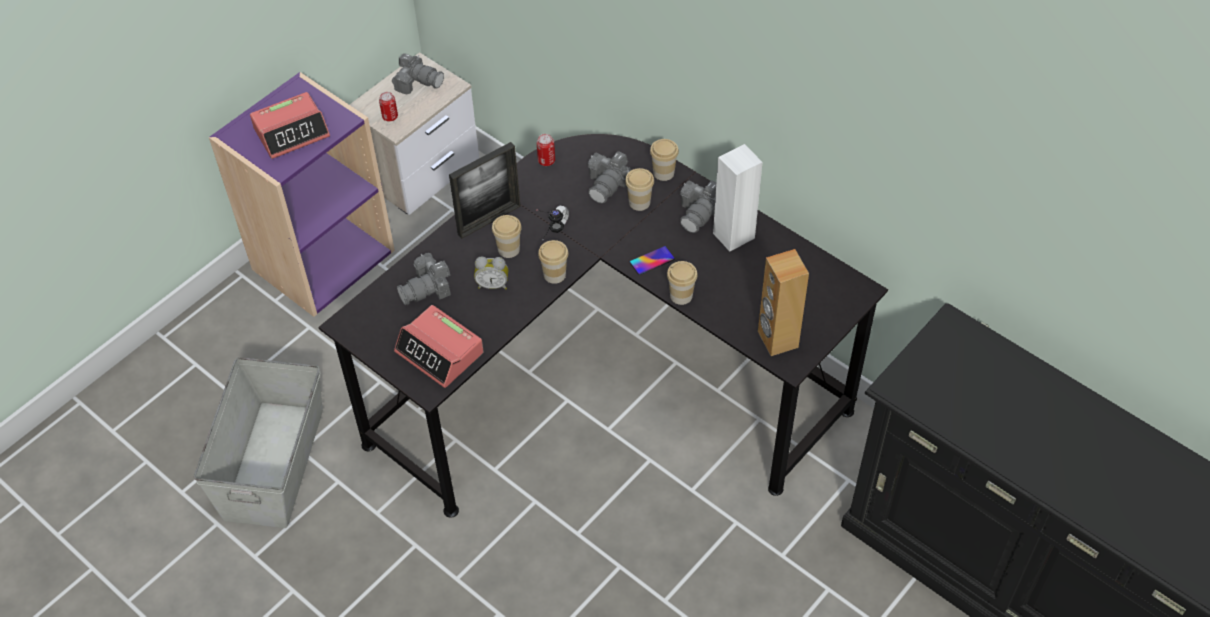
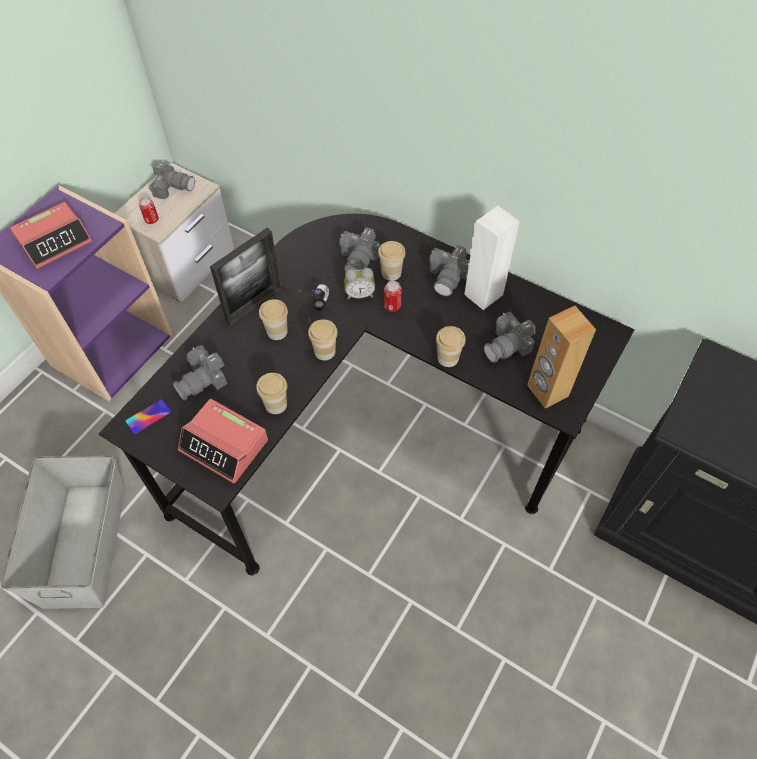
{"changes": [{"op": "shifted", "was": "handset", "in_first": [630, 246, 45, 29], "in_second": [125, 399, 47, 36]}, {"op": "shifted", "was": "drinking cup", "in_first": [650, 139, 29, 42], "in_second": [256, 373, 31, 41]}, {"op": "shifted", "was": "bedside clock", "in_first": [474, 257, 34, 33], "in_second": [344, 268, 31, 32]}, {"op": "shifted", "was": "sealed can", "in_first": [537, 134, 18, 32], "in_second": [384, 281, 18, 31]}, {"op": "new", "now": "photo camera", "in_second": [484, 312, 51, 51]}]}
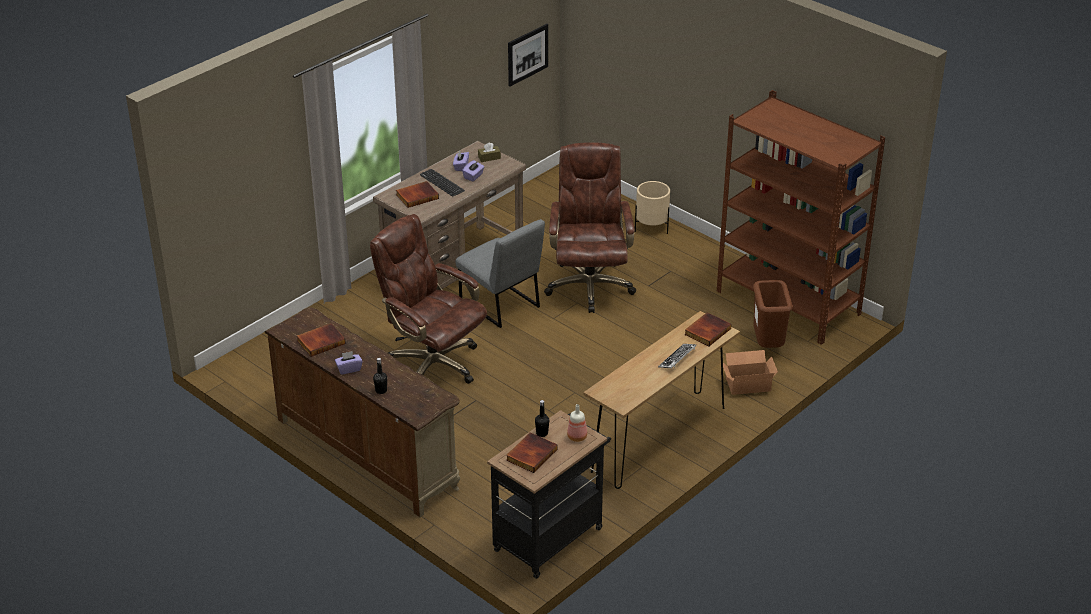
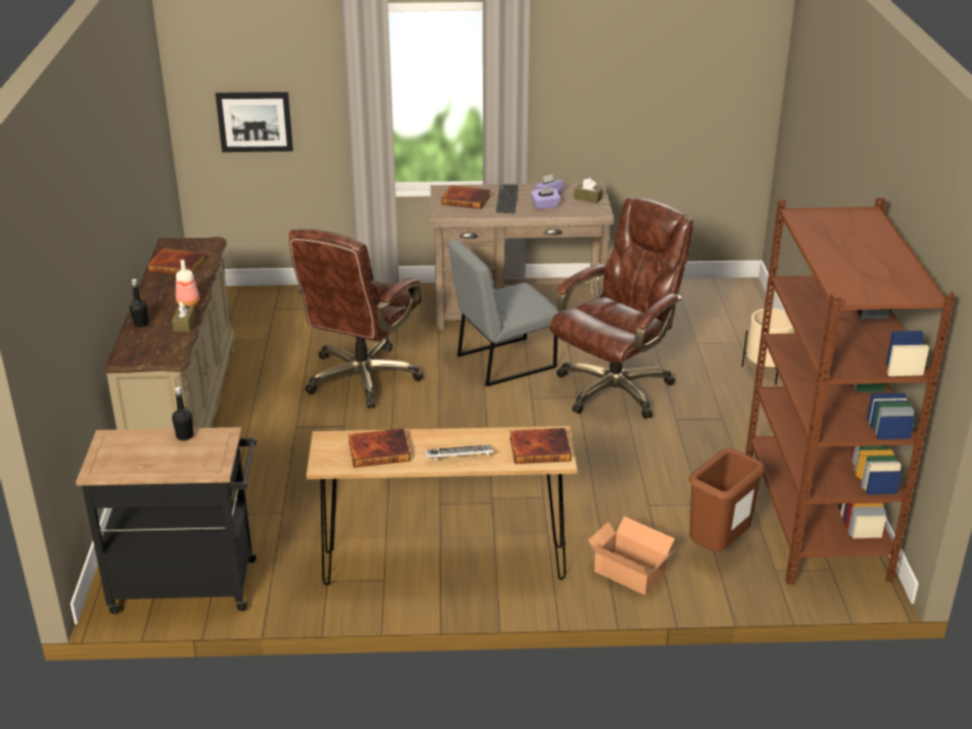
{"changes": [{"op": "new", "now": "tissue holder in brown", "in_second": [172, 301, 24, 31]}, {"op": "shifted", "was": "drink bottle", "in_first": [567, 404, 20, 38], "in_second": [176, 260, 24, 46]}, {"op": "shifted", "was": "picture", "in_first": [508, 24, 40, 62], "in_second": [215, 92, 78, 60]}, {"op": "rotated", "was": "desk chair in brown", "in_first": [370, 214, 117, 170], "in_second": [289, 229, 134, 179], "clockwise": -150}, {"op": "shifted", "was": "volume", "in_first": [506, 432, 52, 41], "in_second": [348, 428, 62, 40]}, {"op": "rotated", "was": "upright chair in grey", "in_first": [456, 219, 89, 109], "in_second": [448, 239, 111, 148], "clockwise": 60}, {"op": "gone", "was": "tissue holder in purple", "in_first": [335, 351, 28, 24]}]}
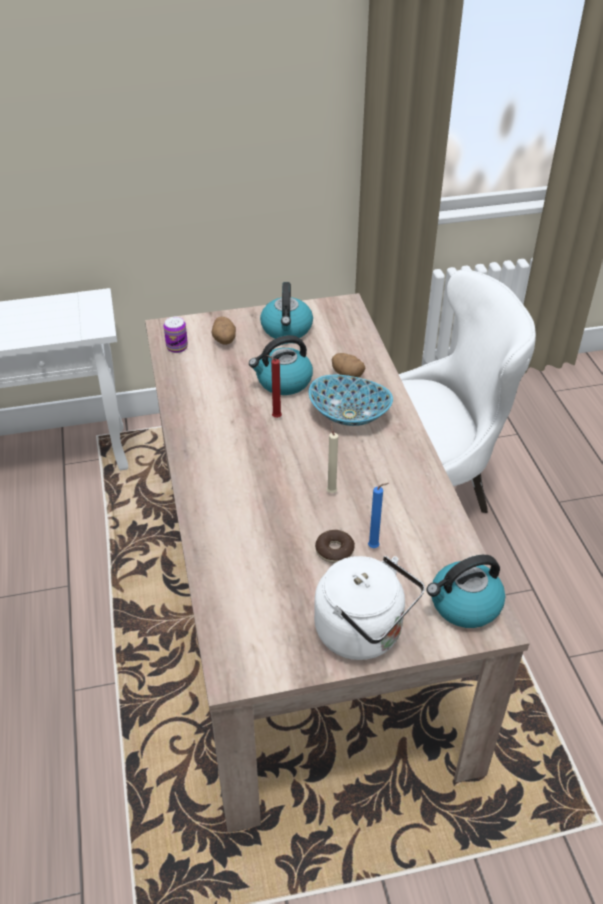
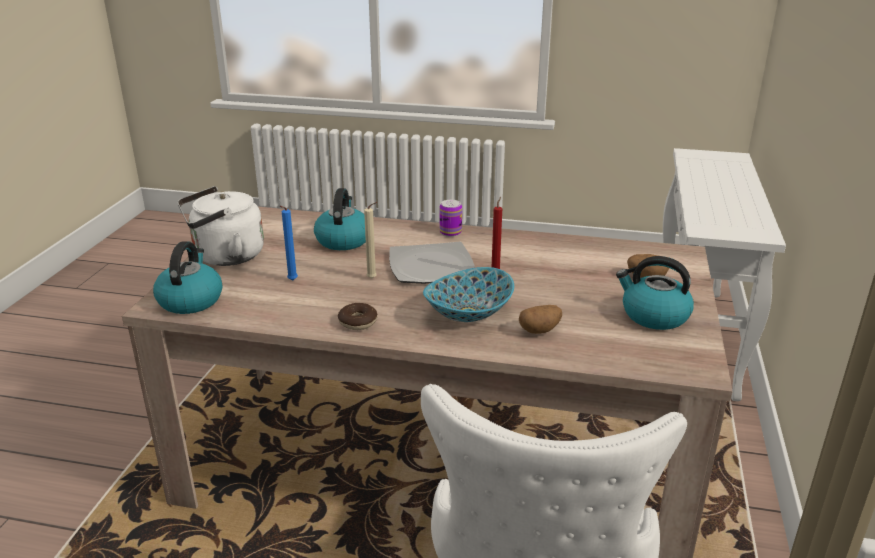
{"changes": [{"op": "shifted", "was": "water kettle", "in_first": [249, 335, 64, 60], "in_second": [314, 188, 52, 62]}, {"op": "shifted", "was": "ring doughnut", "in_first": [315, 530, 40, 33], "in_second": [338, 303, 39, 27]}, {"op": "new", "now": "dinner plate", "in_second": [389, 242, 86, 42]}, {"op": "shifted", "was": "sealed can", "in_first": [164, 317, 24, 36], "in_second": [440, 200, 22, 37]}]}
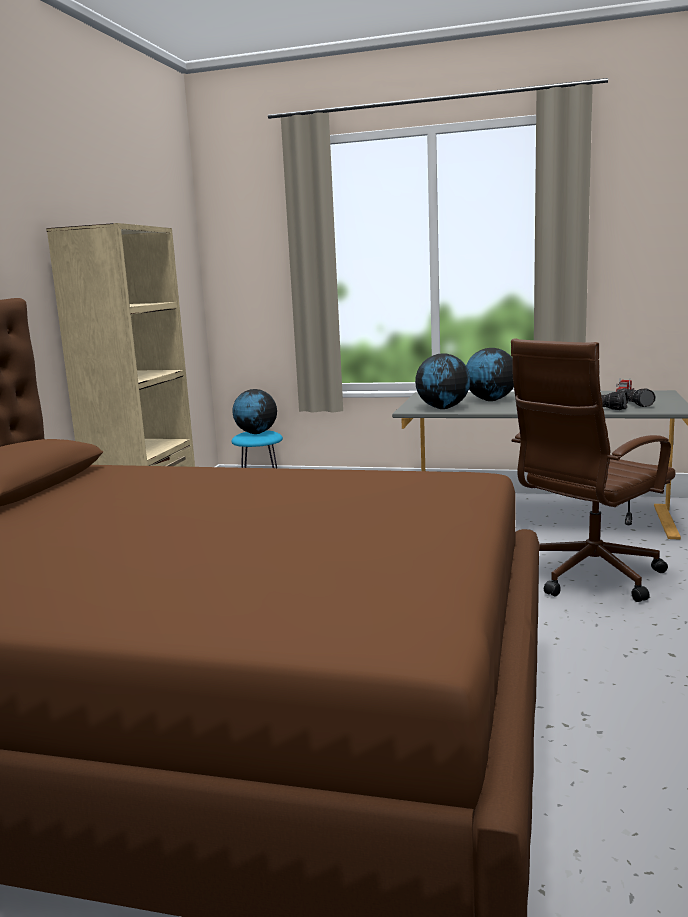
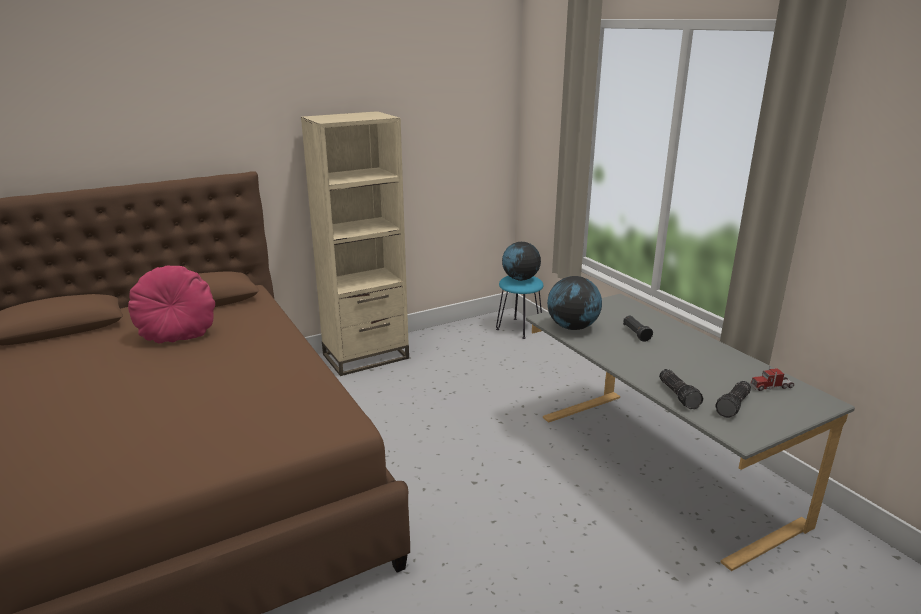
{"changes": [{"op": "new", "now": "pillow in pink-coloured", "in_second": [128, 265, 87, 78]}, {"op": "swapped", "was": "desk globe", "now": "hand torch in black-coloured", "in_first": [466, 348, 48, 53], "in_second": [623, 315, 30, 27]}, {"op": "gone", "was": "desk chair in brown", "in_first": [511, 339, 165, 263]}]}
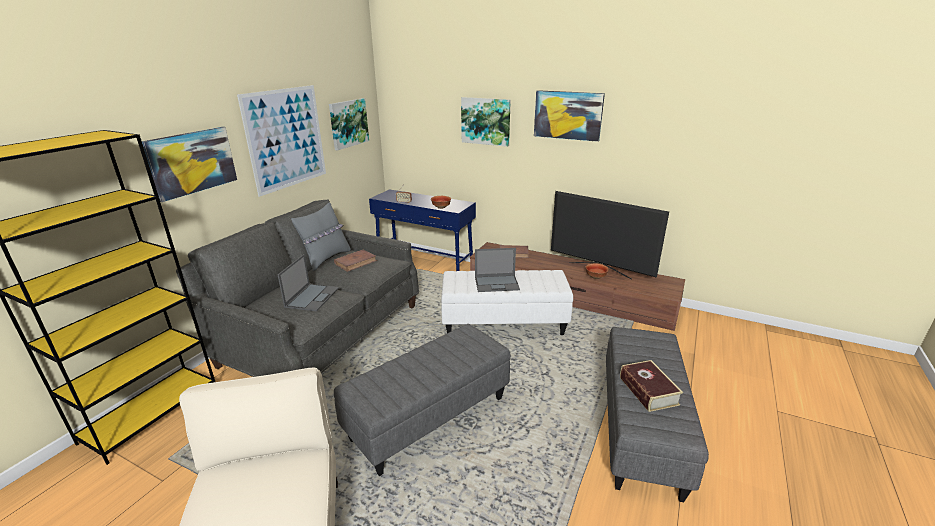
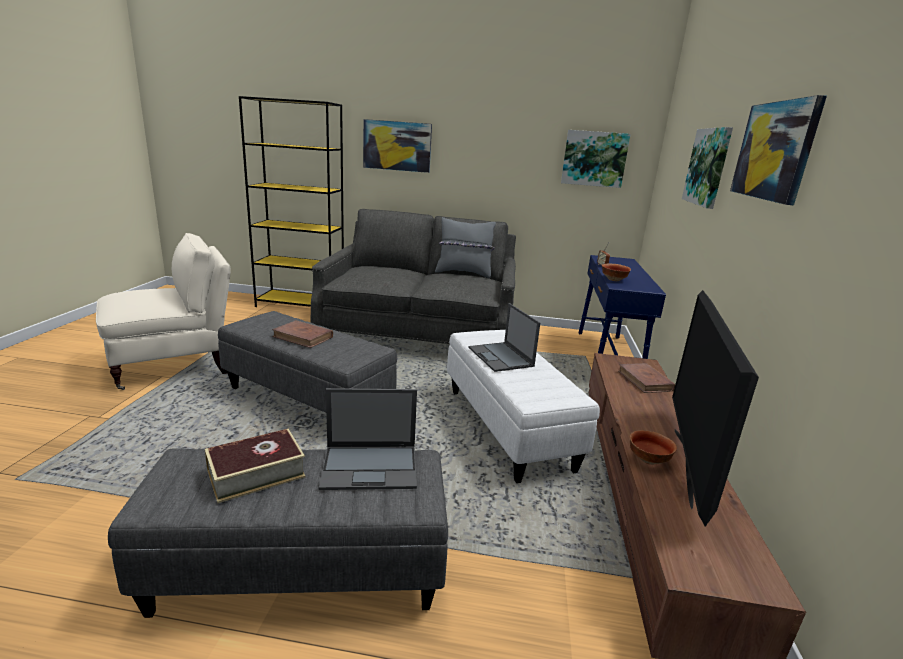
{"changes": [{"op": "shifted", "was": "volume in brown", "in_first": [334, 250, 43, 22], "in_second": [272, 320, 61, 28]}, {"op": "shifted", "was": "laptop", "in_first": [278, 254, 61, 57], "in_second": [319, 388, 98, 102]}, {"op": "gone", "was": "picture", "in_first": [237, 85, 89, 112]}]}
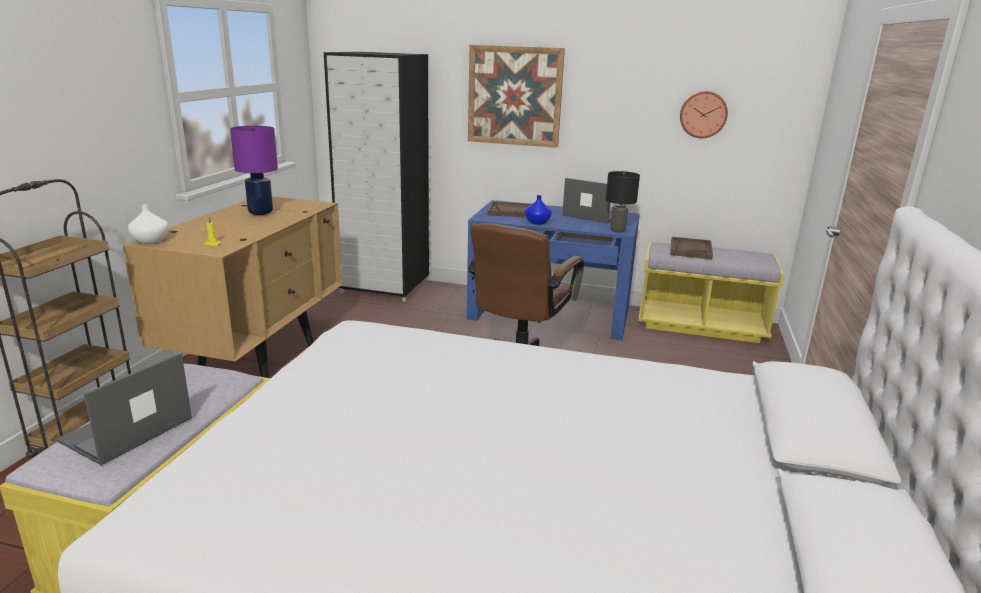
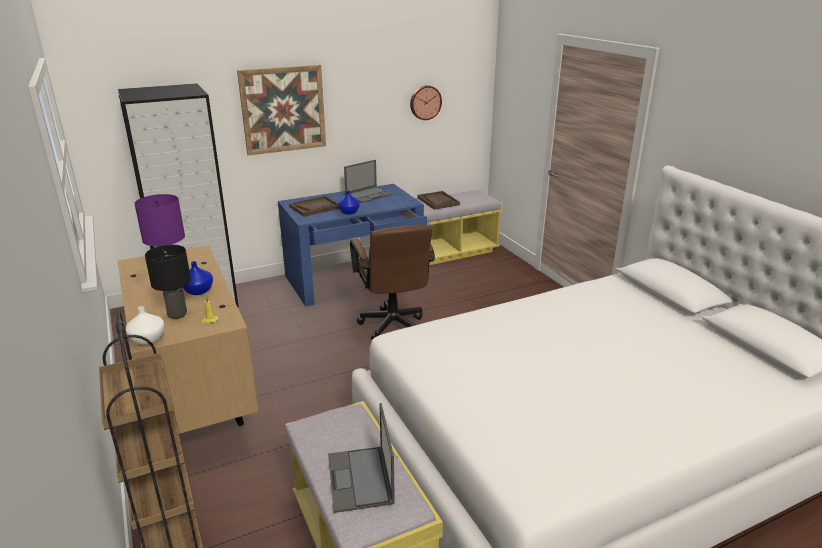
{"changes": [{"op": "shifted", "was": "table lamp in black-coloured", "in_first": [606, 171, 34, 62], "in_second": [145, 245, 46, 74]}, {"op": "new", "now": "flower vase in blue", "in_second": [183, 261, 30, 34]}, {"op": "rotated", "was": "laptop", "in_first": [562, 178, 50, 45], "in_second": [344, 160, 49, 43], "clockwise": 150}]}
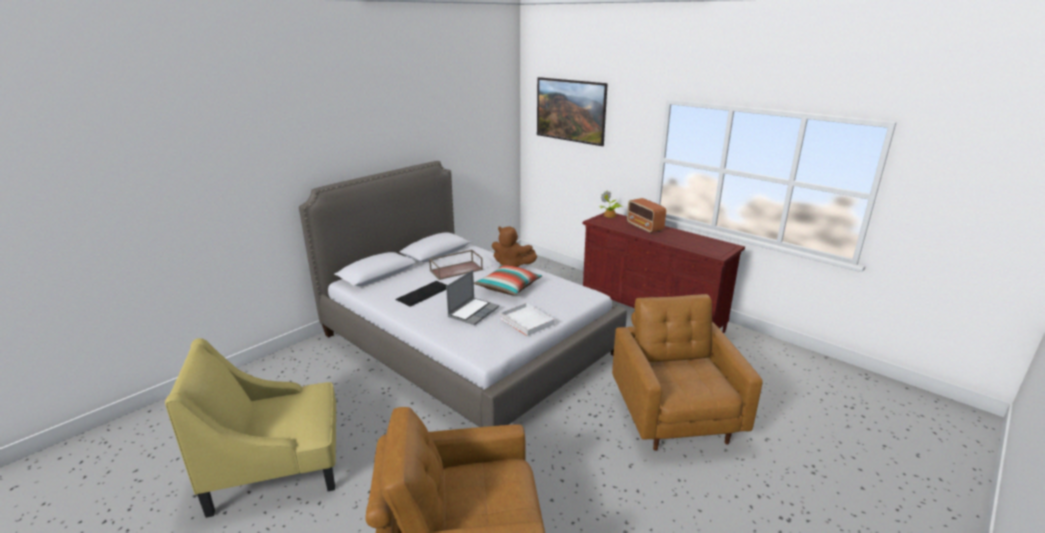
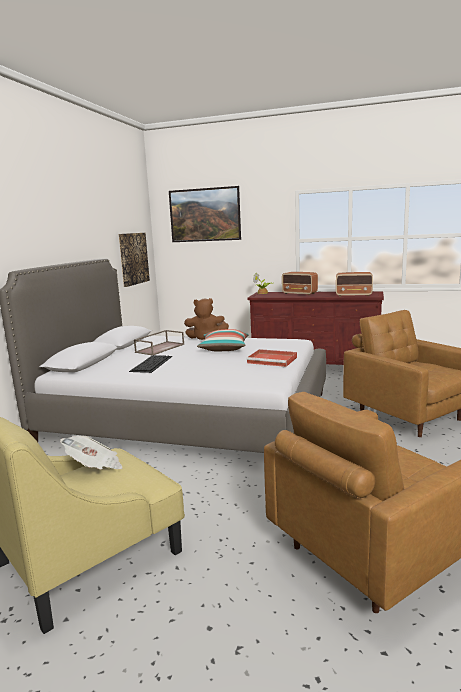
{"changes": [{"op": "new", "now": "daily paper", "in_second": [60, 436, 63, 33]}, {"op": "new", "now": "picture", "in_second": [119, 233, 31, 54]}, {"op": "repainted", "was": "serving tray in white-coloured", "now": "serving tray in reddish", "in_first": [499, 303, 56, 33], "in_second": [246, 349, 51, 18]}, {"op": "new", "now": "radio set", "in_second": [336, 272, 37, 24]}, {"op": "gone", "was": "laptop", "in_first": [446, 270, 53, 55]}]}
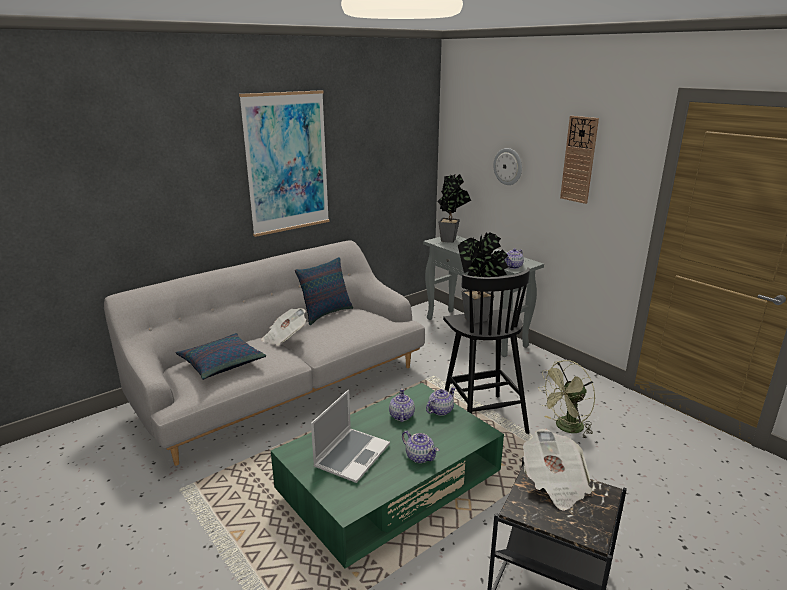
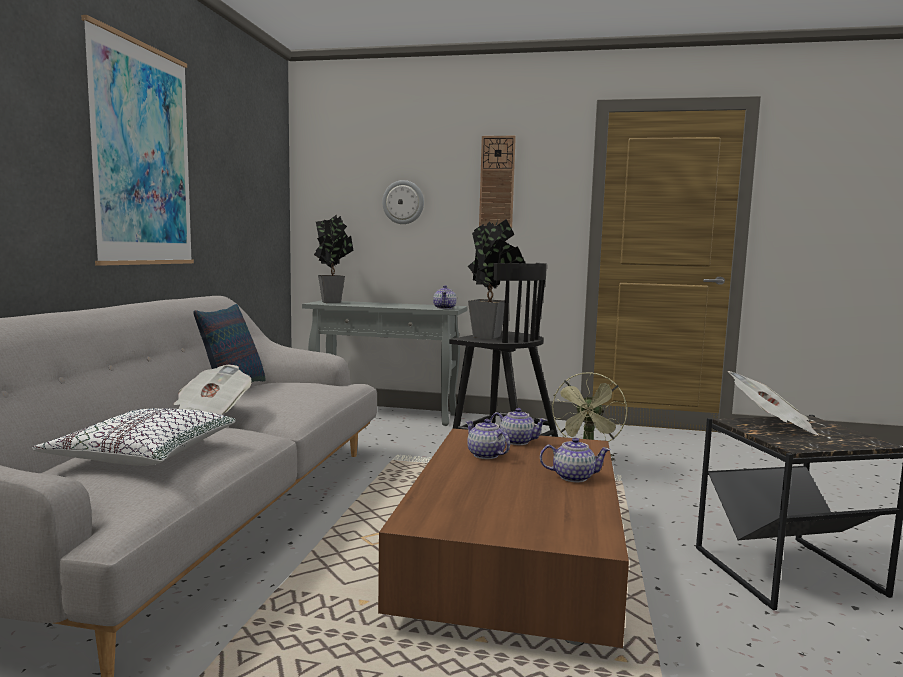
{"changes": [{"op": "repainted", "was": "pillow in blue", "now": "pillow in white-coloured", "in_first": [176, 333, 90, 47], "in_second": [32, 408, 204, 58]}, {"op": "repainted", "was": "coffee table in green-coloured", "now": "coffee table in brown", "in_first": [271, 383, 233, 186], "in_second": [378, 428, 251, 220]}, {"op": "rotated", "was": "teapot", "in_first": [426, 387, 30, 29], "in_second": [490, 408, 57, 37], "clockwise": 105}, {"op": "gone", "was": "laptop", "in_first": [311, 390, 79, 93]}]}
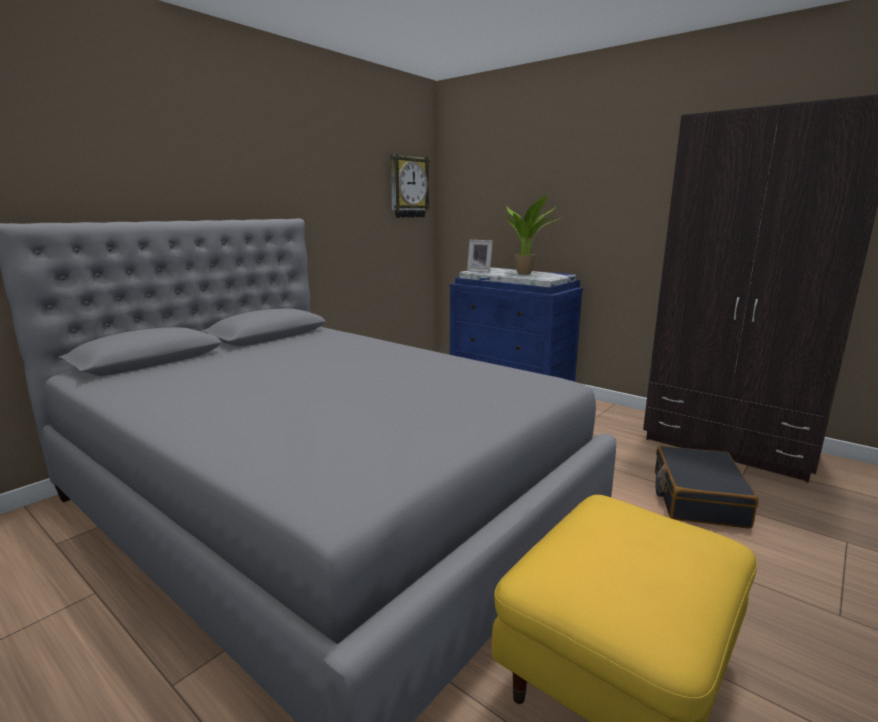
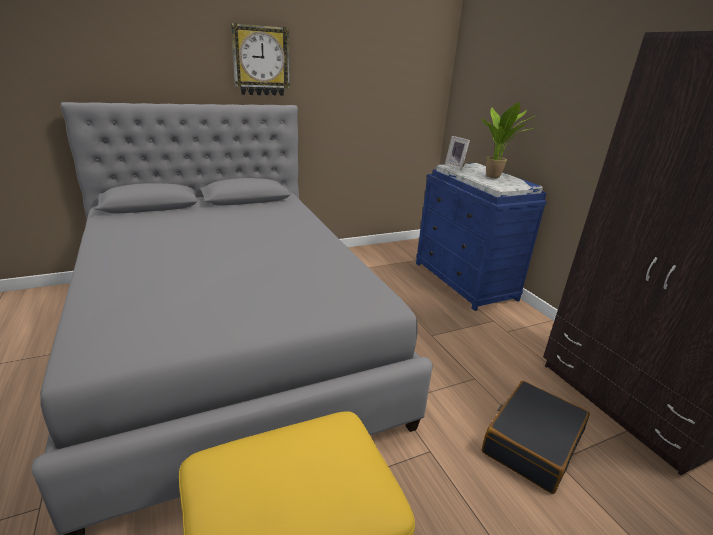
{"changes": [{"op": "shifted", "was": "hanging clock", "in_first": [390, 154, 40, 64], "in_second": [231, 23, 59, 73]}]}
